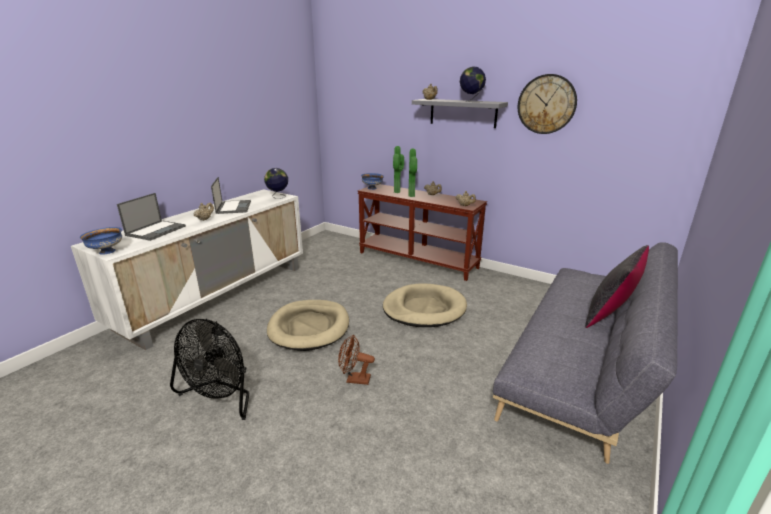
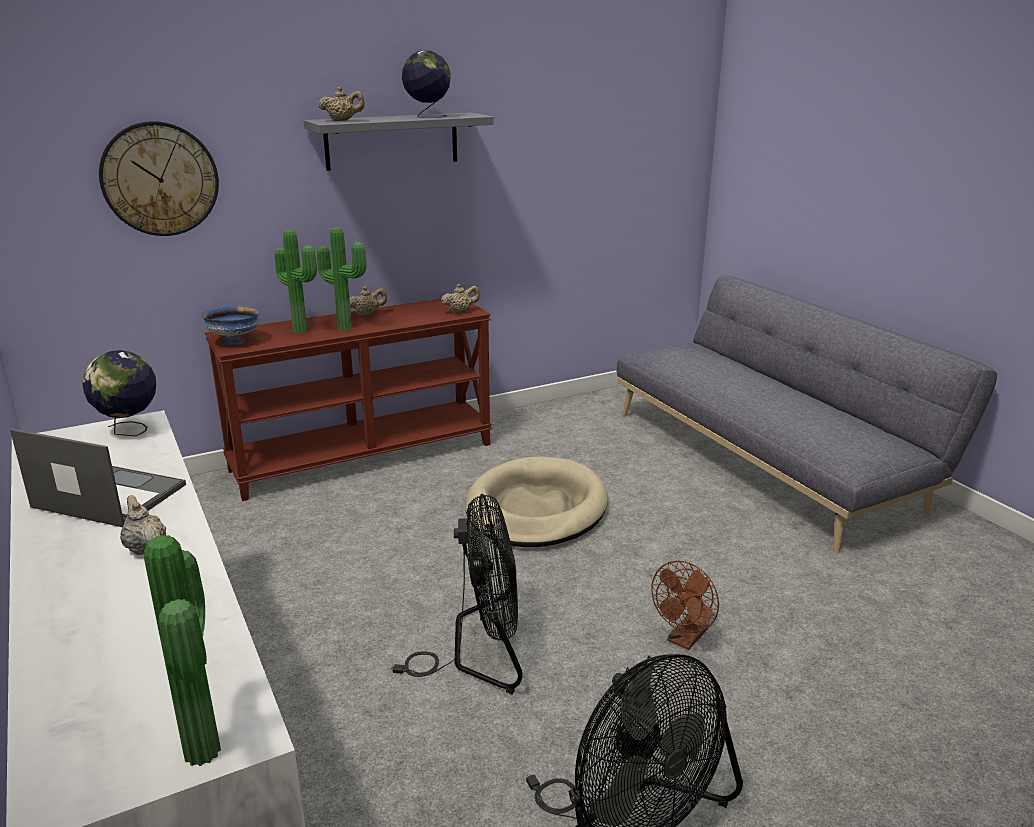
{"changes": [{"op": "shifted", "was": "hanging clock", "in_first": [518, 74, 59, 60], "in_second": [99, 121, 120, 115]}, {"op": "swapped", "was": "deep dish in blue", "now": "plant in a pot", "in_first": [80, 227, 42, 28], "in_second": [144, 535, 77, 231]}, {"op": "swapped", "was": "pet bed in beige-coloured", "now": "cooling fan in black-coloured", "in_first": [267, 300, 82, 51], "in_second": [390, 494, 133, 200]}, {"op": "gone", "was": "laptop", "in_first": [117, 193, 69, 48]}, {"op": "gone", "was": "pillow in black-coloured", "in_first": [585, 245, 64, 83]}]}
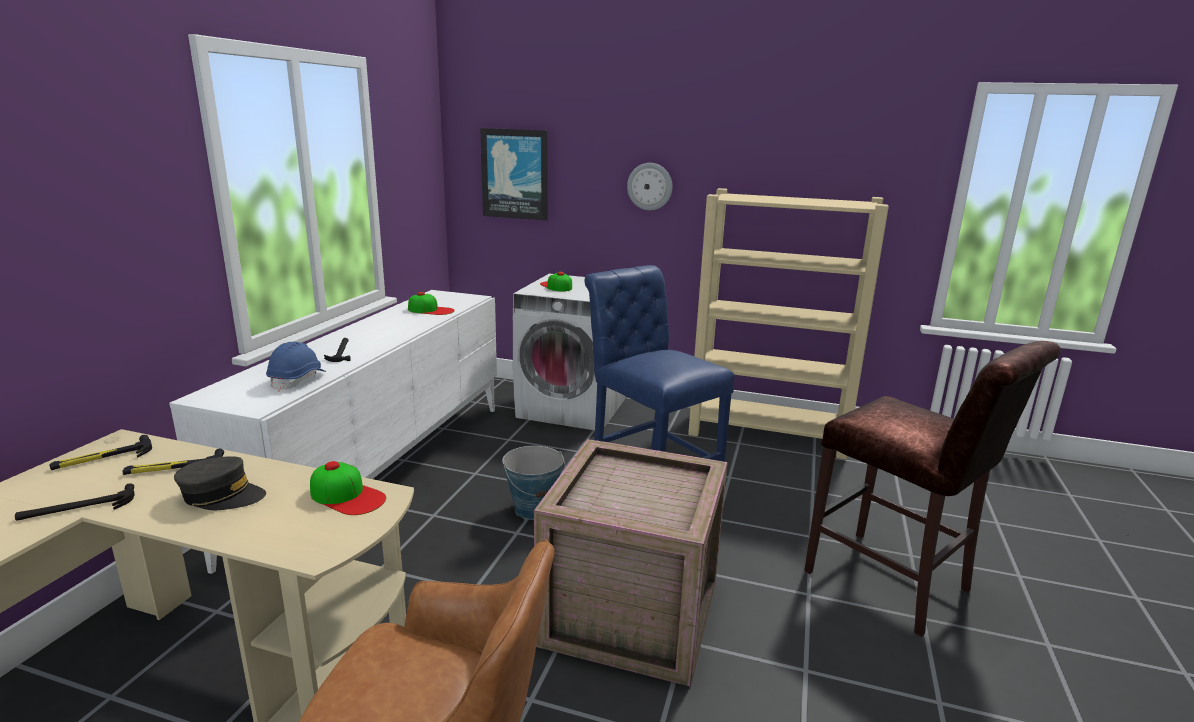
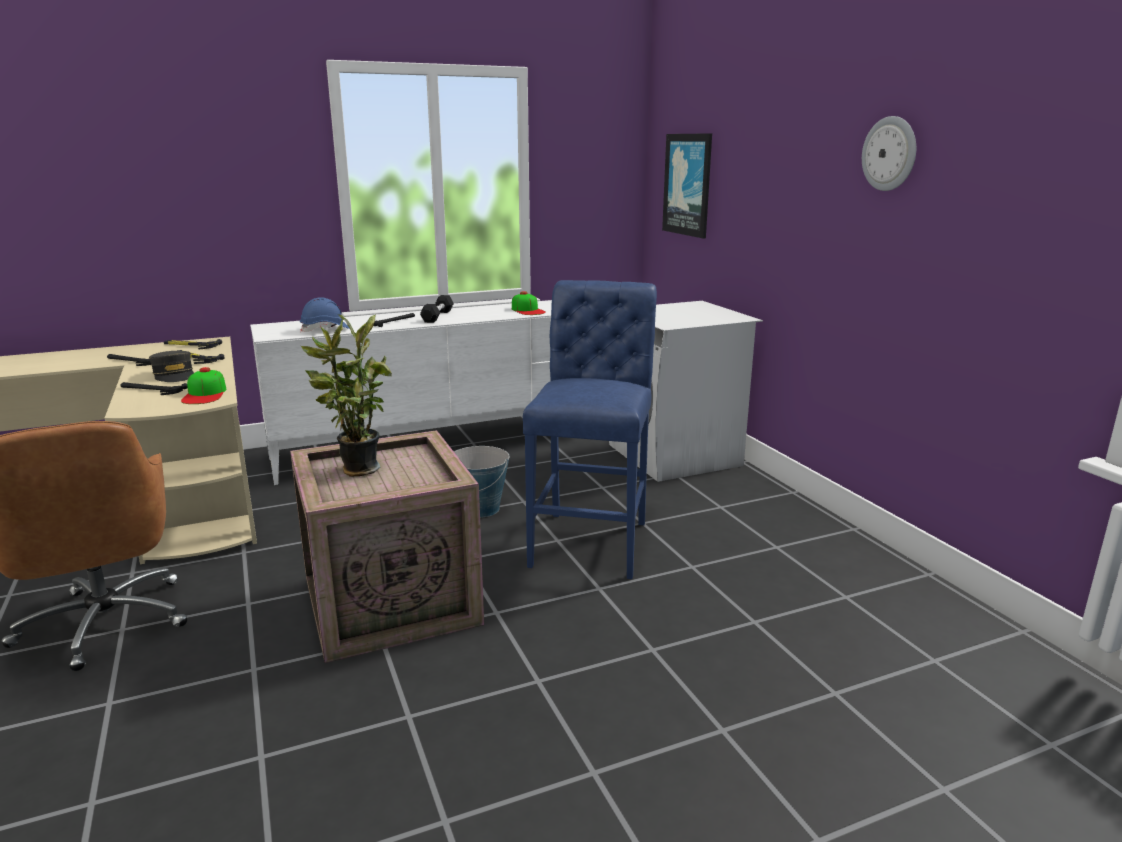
{"changes": [{"op": "new", "now": "tool hammer", "in_second": [121, 382, 67, 13]}, {"op": "new", "now": "plant in a pot", "in_second": [301, 314, 91, 163]}, {"op": "new", "now": "hand weight in black-coloured", "in_second": [420, 295, 34, 28]}, {"op": "shifted", "was": "hanging clock", "in_first": [627, 163, 46, 47], "in_second": [862, 116, 54, 75]}, {"op": "gone", "was": "baseball cap", "in_first": [540, 272, 32, 19]}, {"op": "gone", "was": "bookshelf in beige-coloured", "in_first": [688, 188, 201, 272]}, {"op": "gone", "was": "stool seat in brown", "in_first": [804, 341, 257, 296]}]}
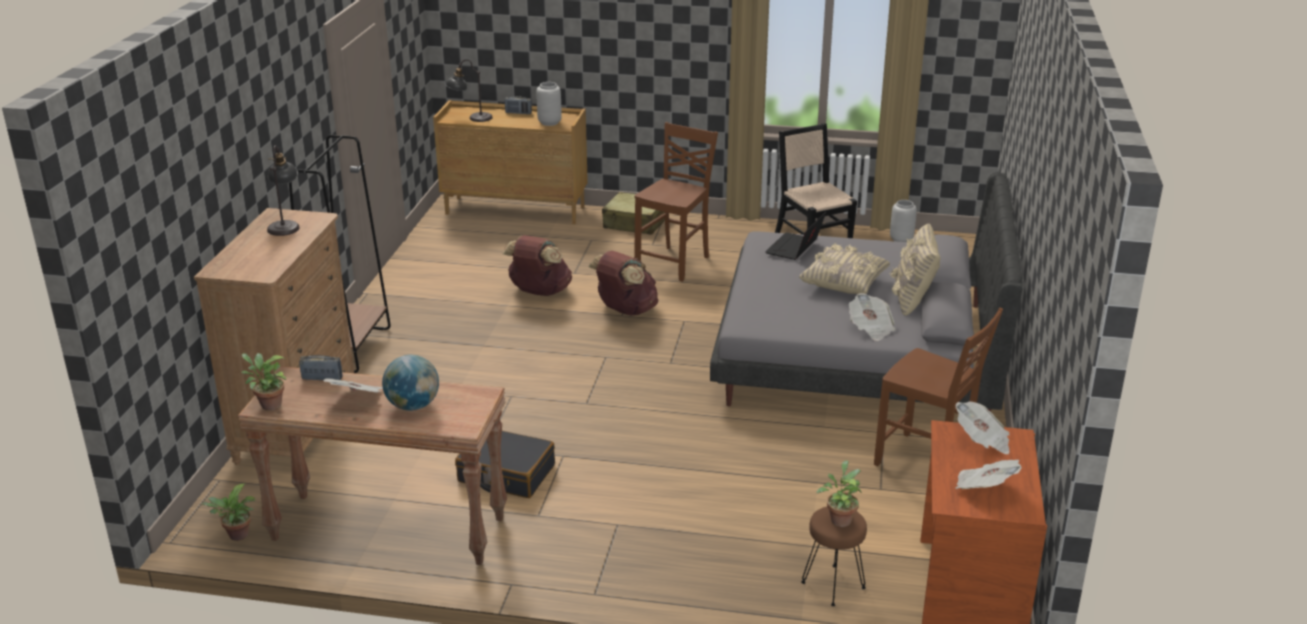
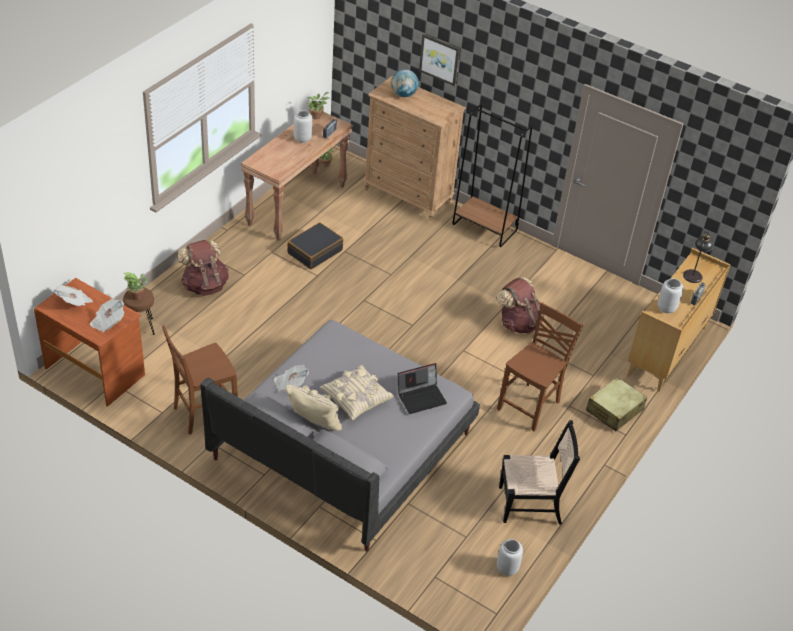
{"changes": [{"op": "shifted", "was": "backpack in brown", "in_first": [588, 251, 70, 65], "in_second": [178, 240, 51, 56]}, {"op": "swapped", "was": "daily paper", "now": "flower vase in grey", "in_first": [323, 378, 60, 15], "in_second": [294, 110, 18, 33]}, {"op": "shifted", "was": "desk globe", "in_first": [382, 355, 57, 56], "in_second": [391, 69, 28, 28]}, {"op": "rotated", "was": "laptop", "in_first": [765, 212, 61, 48], "in_second": [398, 363, 49, 51], "clockwise": 105}, {"op": "new", "now": "picture", "in_second": [419, 34, 41, 52]}, {"op": "rotated", "was": "upright chair in brown", "in_first": [634, 122, 84, 160], "in_second": [497, 302, 86, 129], "clockwise": -105}, {"op": "gone", "was": "table lamp in grey", "in_first": [267, 145, 33, 91]}]}
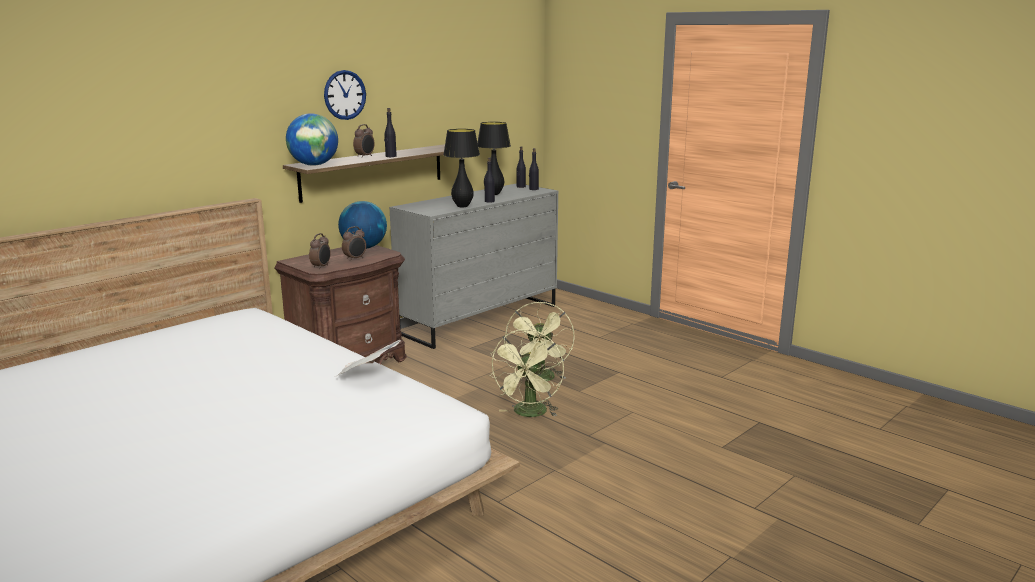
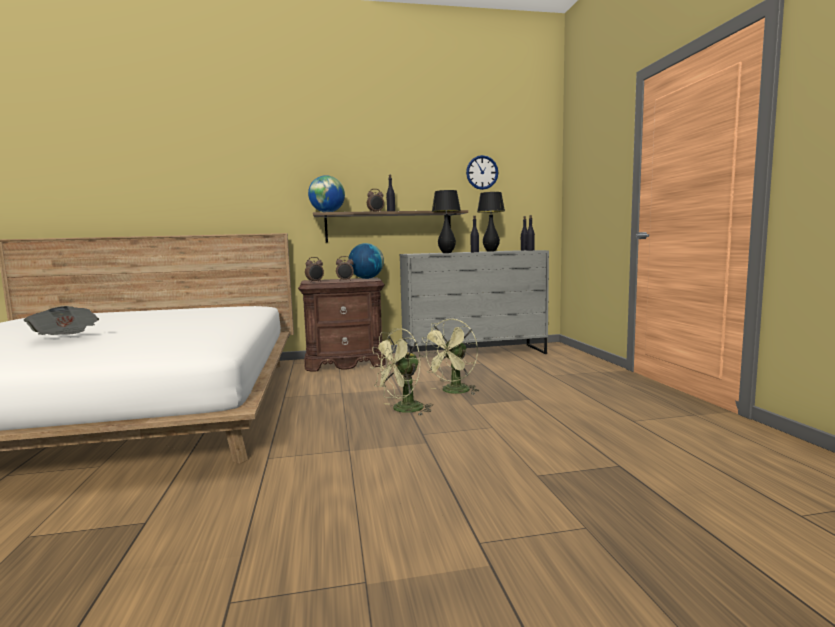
{"changes": [{"op": "shifted", "was": "daily paper", "in_first": [335, 339, 66, 38], "in_second": [23, 306, 76, 29]}, {"op": "shifted", "was": "hanging clock", "in_first": [324, 70, 42, 50], "in_second": [466, 155, 32, 35]}]}
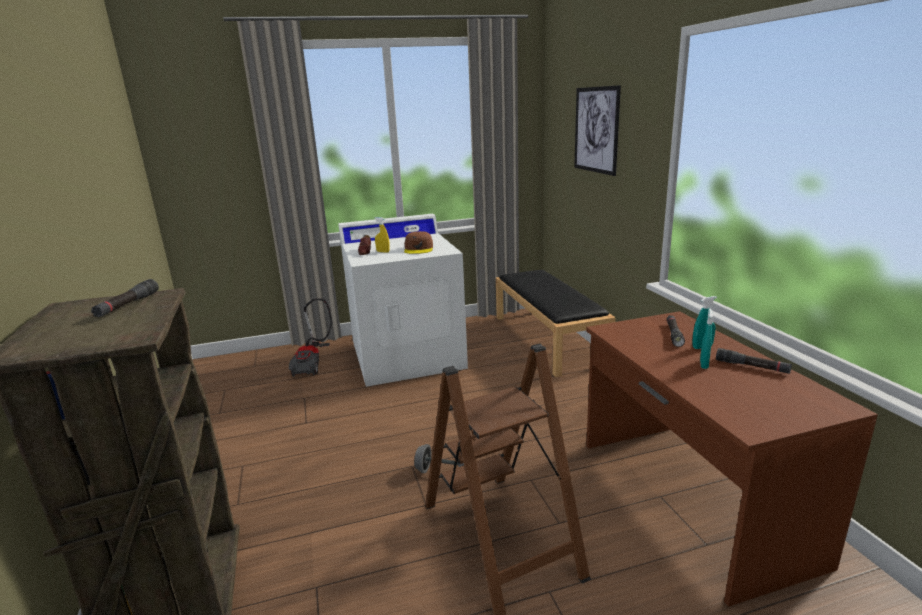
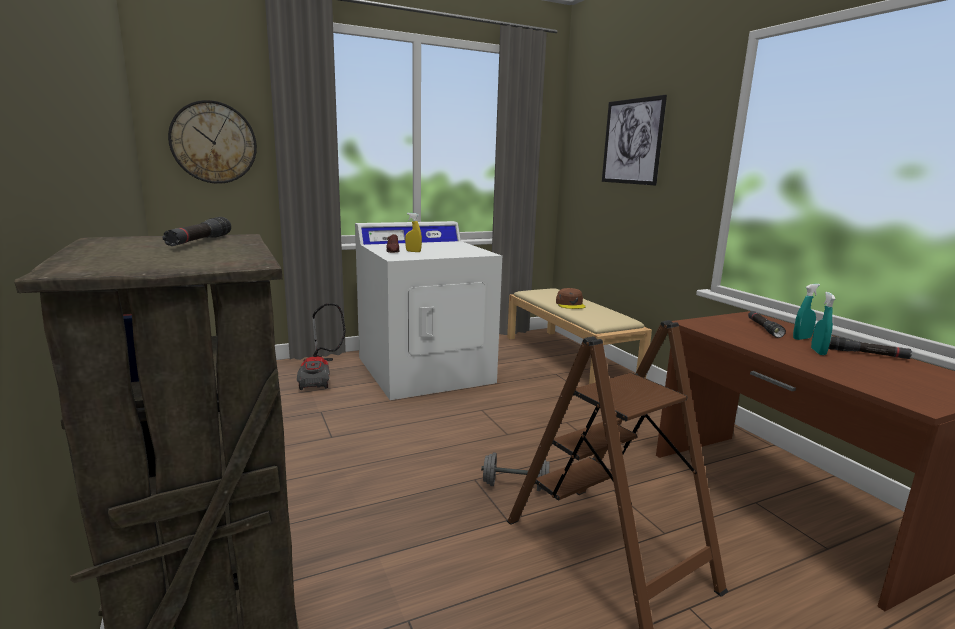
{"changes": [{"op": "new", "now": "hanging clock", "in_second": [168, 100, 89, 84]}, {"op": "repainted", "was": "bench in black-coloured", "now": "bench in beige-coloured", "in_first": [496, 270, 120, 107], "in_second": [507, 289, 145, 95]}, {"op": "shifted", "was": "baseball cap in brown", "in_first": [404, 231, 29, 23], "in_second": [556, 288, 30, 21]}]}
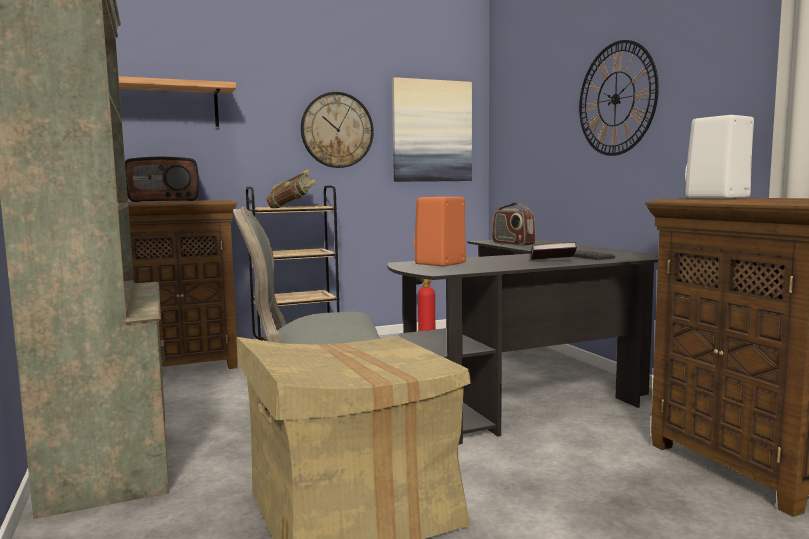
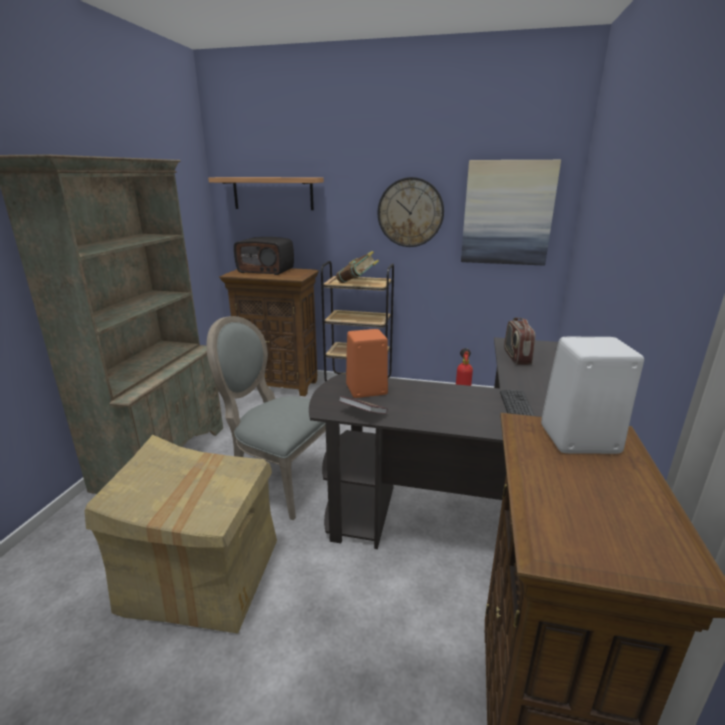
{"changes": [{"op": "shifted", "was": "volume", "in_first": [531, 242, 46, 18], "in_second": [339, 396, 49, 18]}, {"op": "gone", "was": "hanging clock", "in_first": [579, 40, 80, 116]}]}
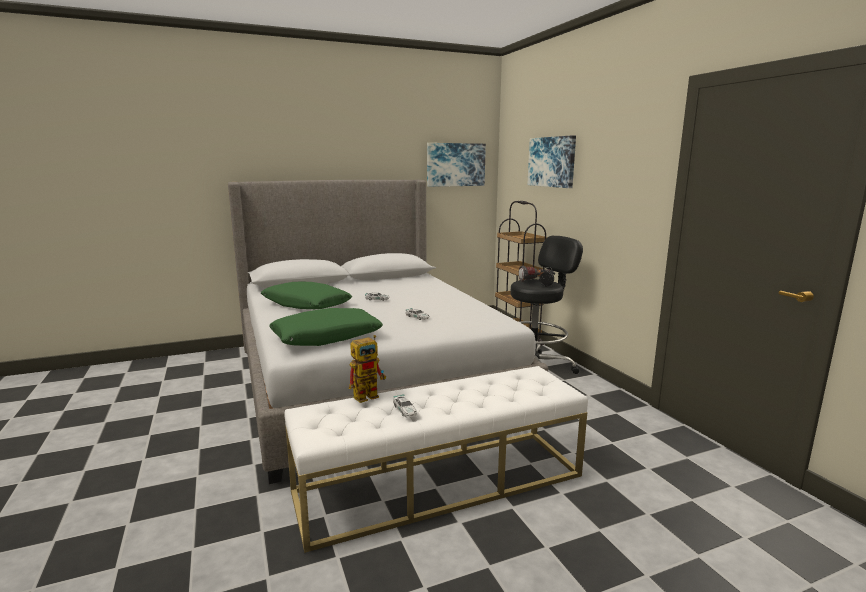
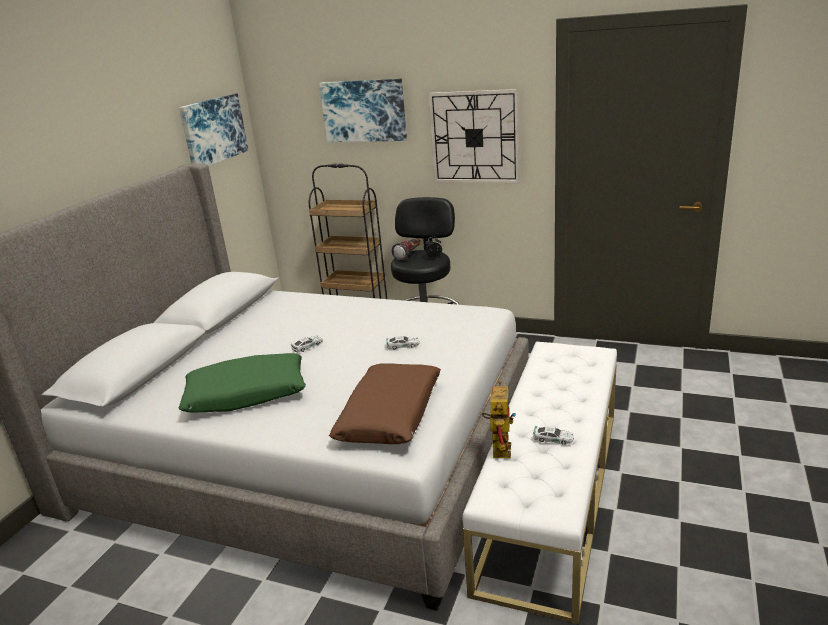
{"changes": [{"op": "repainted", "was": "pillow in green-coloured", "now": "pillow in brown", "in_first": [269, 308, 114, 38], "in_second": [329, 363, 112, 81]}, {"op": "new", "now": "hanging clock", "in_second": [428, 89, 92, 94]}]}
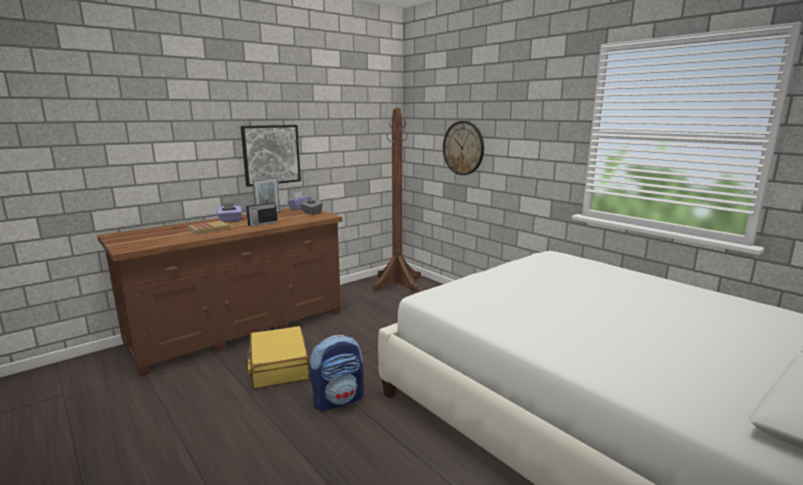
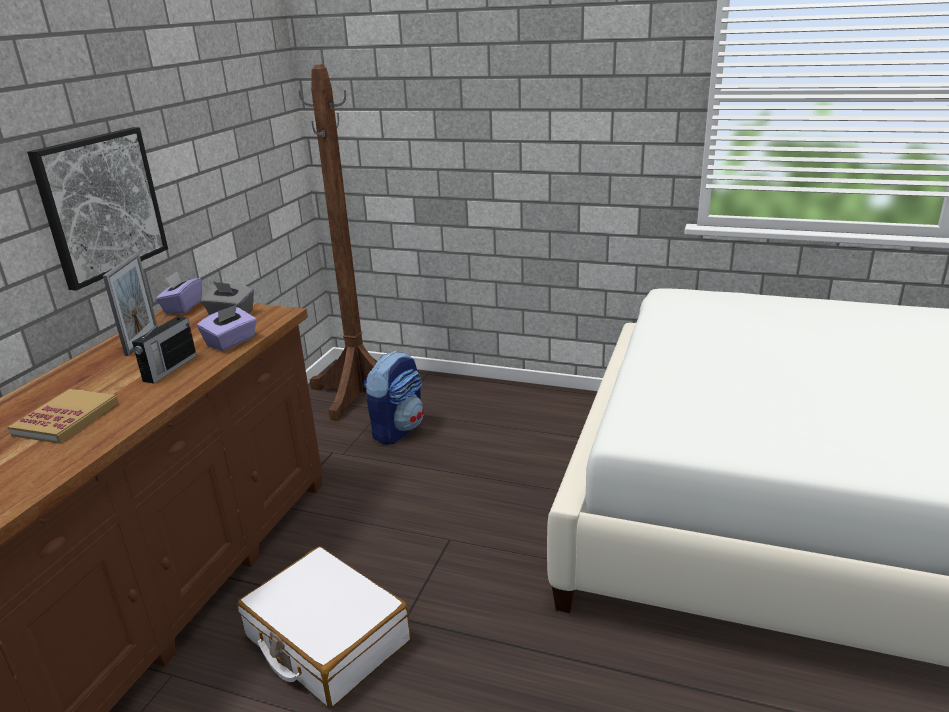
{"changes": [{"op": "shifted", "was": "tissue holder in purple", "in_first": [216, 203, 26, 19], "in_second": [197, 304, 60, 47]}, {"op": "repainted", "was": "piece of luggage in yellow-coloured", "now": "piece of luggage in white-coloured", "in_first": [246, 326, 64, 63], "in_second": [237, 547, 174, 161]}, {"op": "shifted", "was": "backpack", "in_first": [310, 335, 54, 76], "in_second": [364, 351, 60, 94]}, {"op": "gone", "was": "hanging clock", "in_first": [443, 121, 41, 54]}]}
